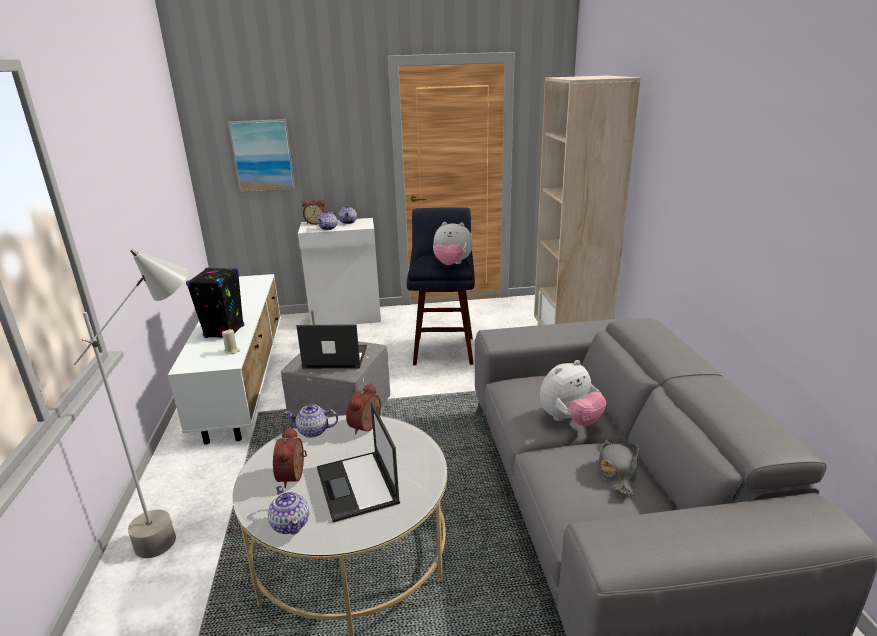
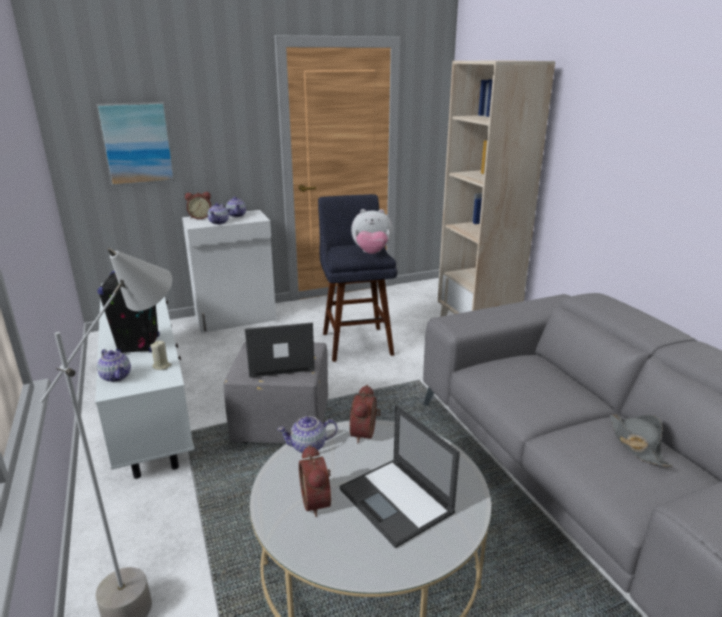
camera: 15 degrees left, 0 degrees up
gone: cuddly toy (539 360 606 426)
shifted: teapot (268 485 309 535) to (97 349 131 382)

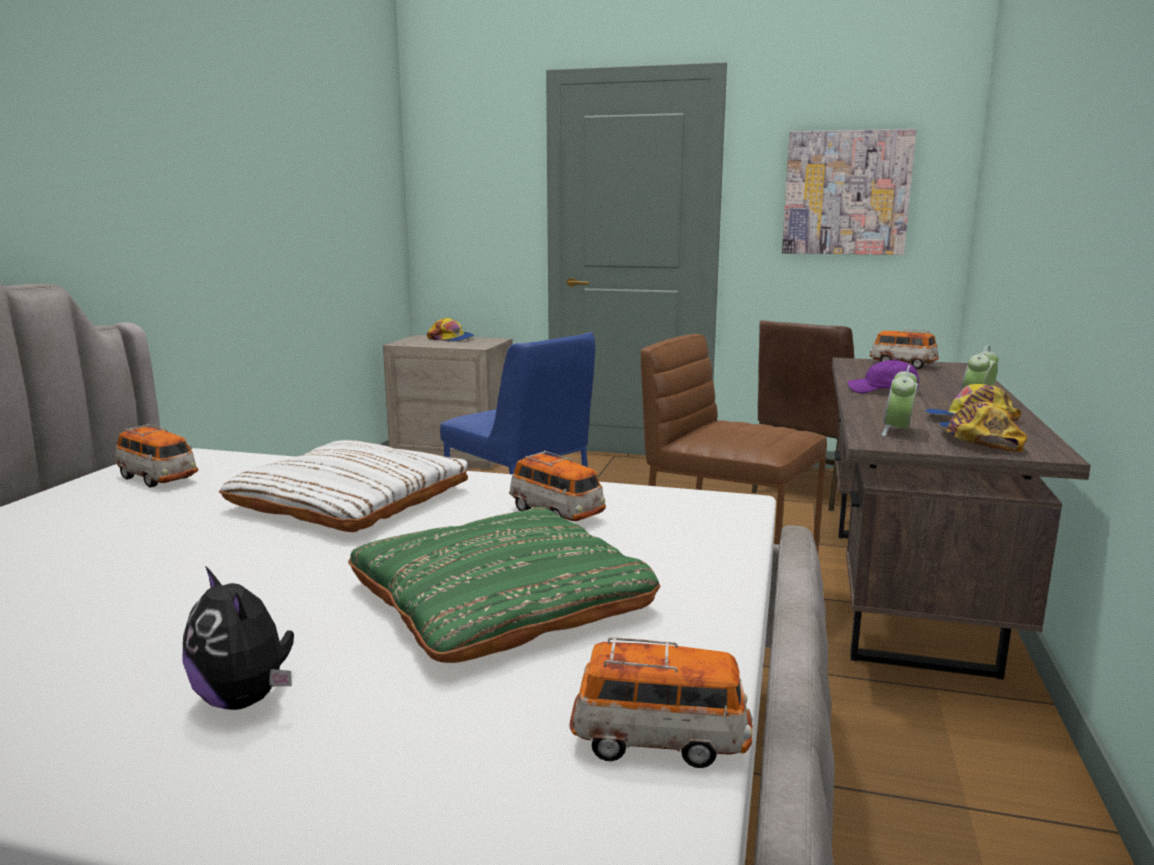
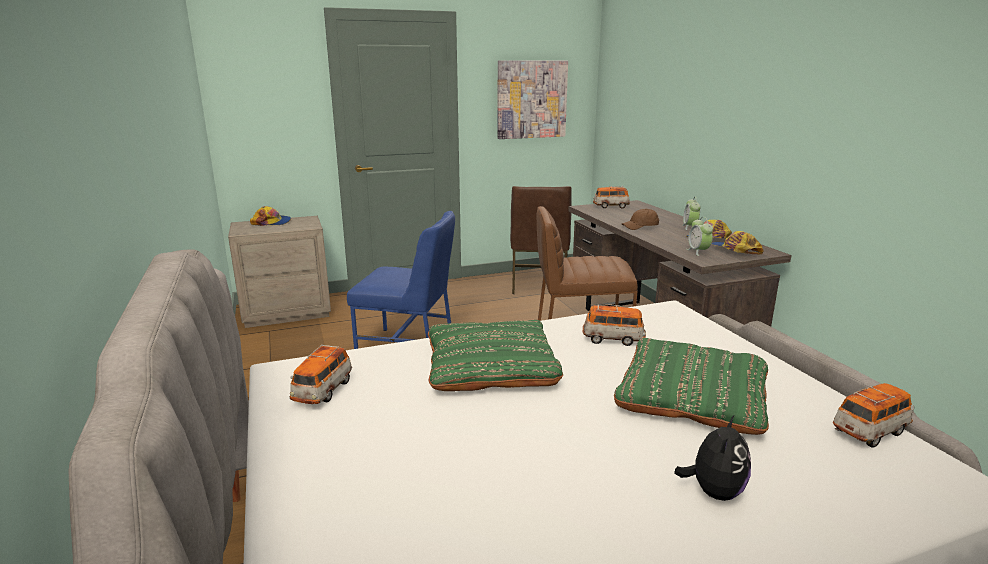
camera: 35 degrees left, 5 degrees up
repainted: throw pillow in whitish (219 440 468 532) to throw pillow in green (428 320 563 391); baseball cap in purple (848 359 919 393) to baseball cap in brown-coloured (622 208 659 230)
rotated: toy car (116 424 198 488) = (290 344 352 404) 105 degrees clockwise; cuddly toy (182 566 294 710) = (674 414 751 501) 75 degrees counterclockwise

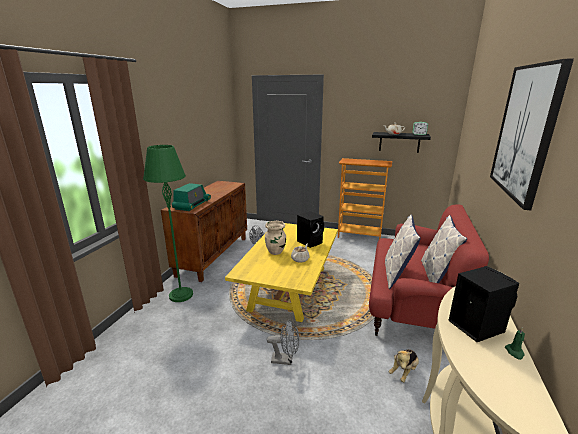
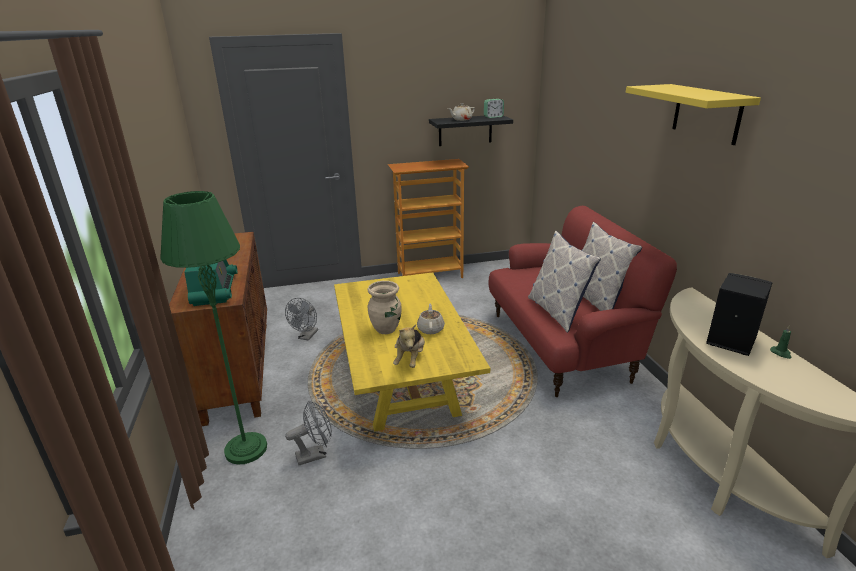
camera: 30 degrees left, 5 degrees up
gone: speaker in black-coloured (297 211 324 248)
shifted: electric fan in greyish (267 320 299 365) to (285 401 332 465); cuddly toy (389 349 419 382) to (393 324 425 368)
swapped: wall art (490 58 574 210) to wall shelf in yellowish (626 84 761 145)

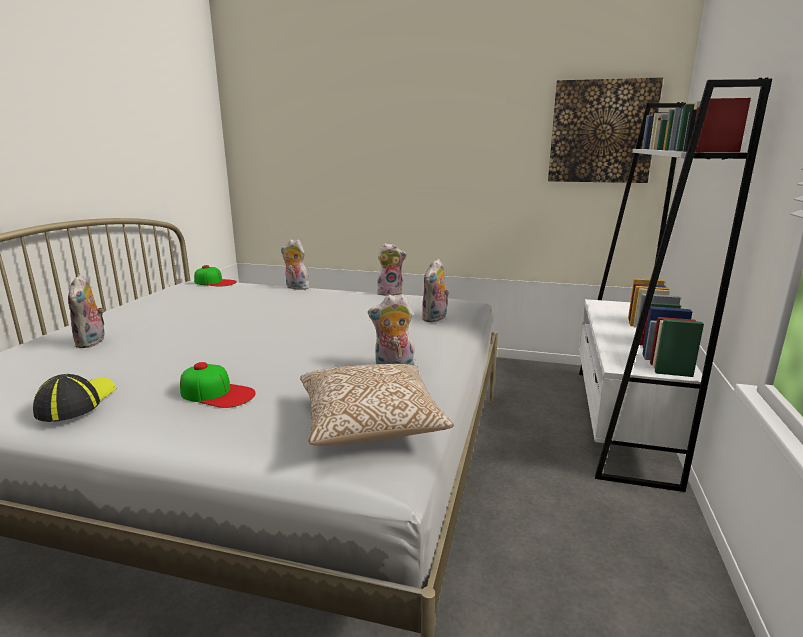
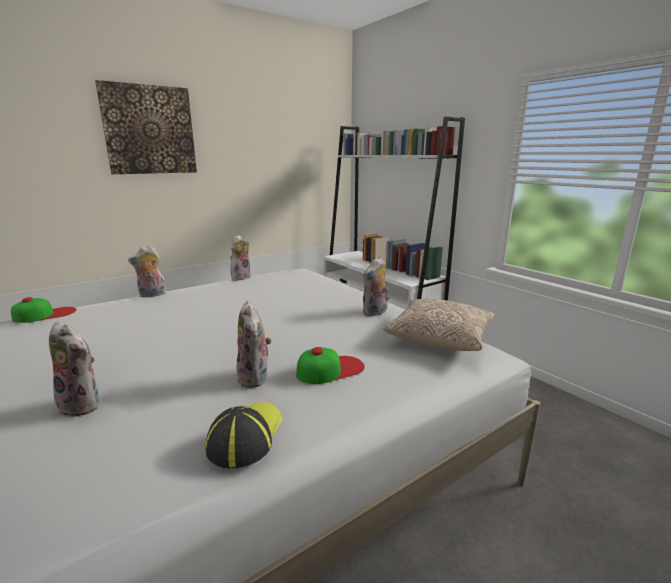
camera: 50 degrees left, 0 degrees up
shifted: wall art (548 77 663 183) to (95 80 197 174); cuddly toy (422 258 449 322) to (236 301 271 388)
rotated: baseball cap (33 374 117 422) = (206 402 283 469) 60 degrees clockwise

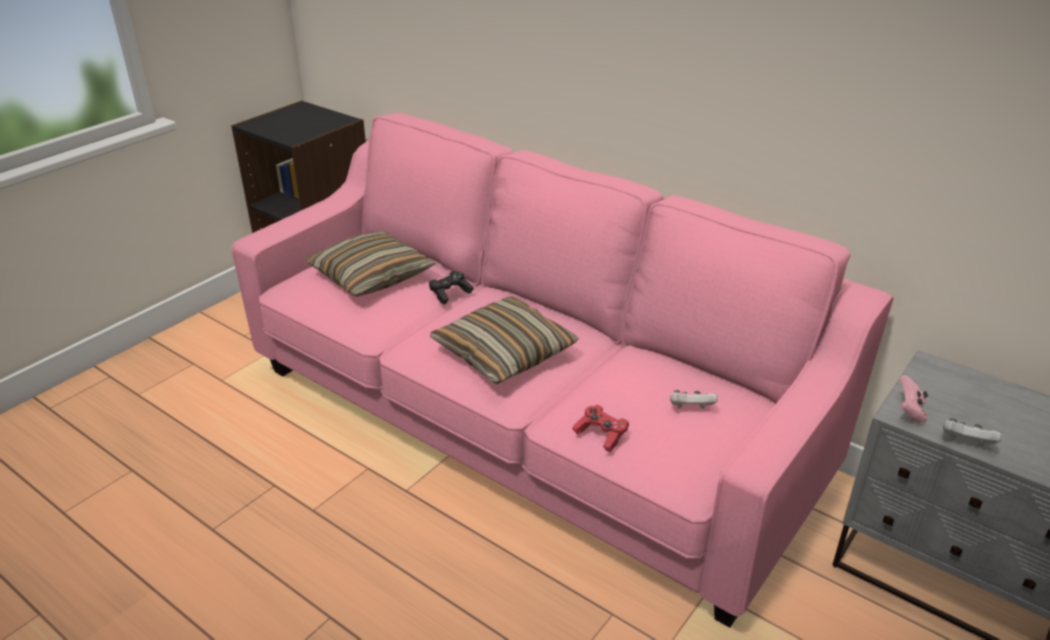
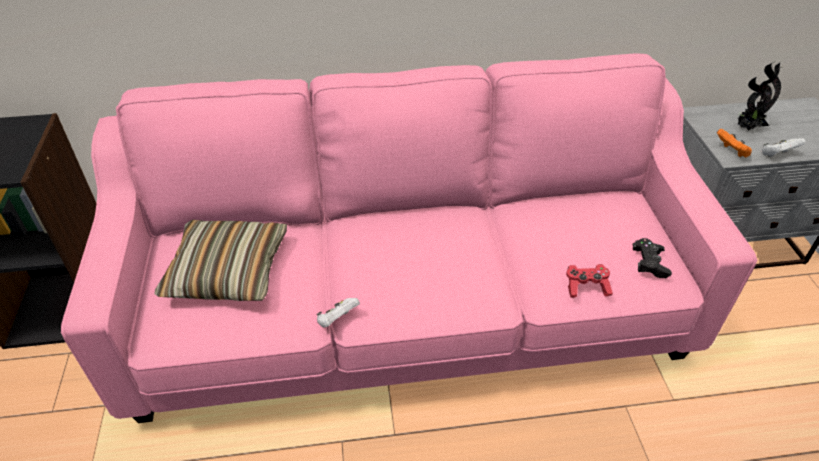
camera: 45 degrees left, 10 degrees up
gone: throw pillow (430 296 579 384)
new: potted plant (738 61 781 130)
shifted: gamepad in whitish (670 390 718 409) to (317 298 360 328); gamepad in black-coloured (429 271 474 304) to (632 238 672 278)
repainted: gamepad in pinkish (900 375 928 424) to gamepad in orange (717 129 752 157)

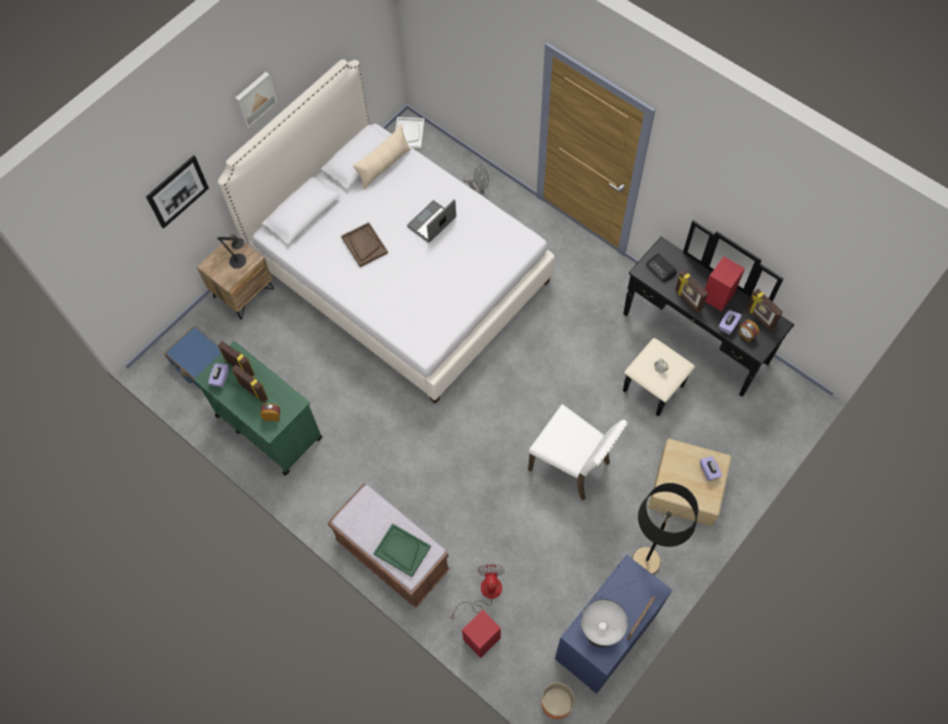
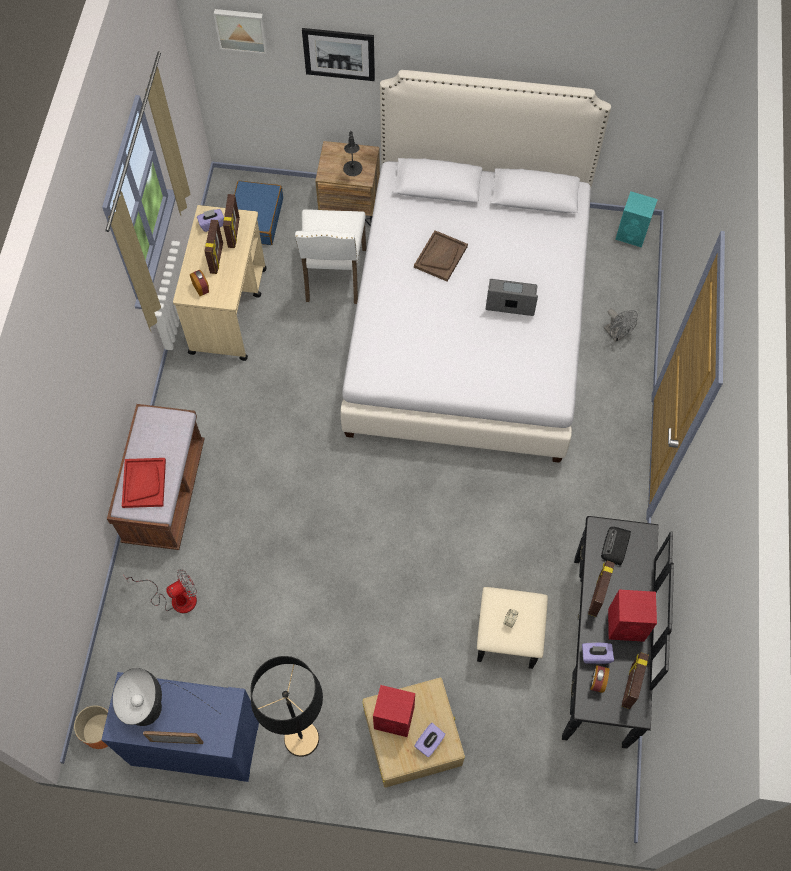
camera: 55 degrees right, 0 degrees up
gone: throw pillow in beige (353 125 411 190)
shifted: wall art (235 72 277 128) to (213 9 268 54); chair in whitish (528 404 628 501) to (295 209 366 304); speaker in red-coloured (462 610 501 658) to (373 685 415 737)
swapped: carrying tray in whitish (395 117 425 149) to speaker in blue-green (615 191 658 247)
repainted: carrying tray in green (373 523 431 577) to carrying tray in red-coloured (122 458 166 508); trolley in green (194 341 323 475) to trolley in beige (173 205 267 361)

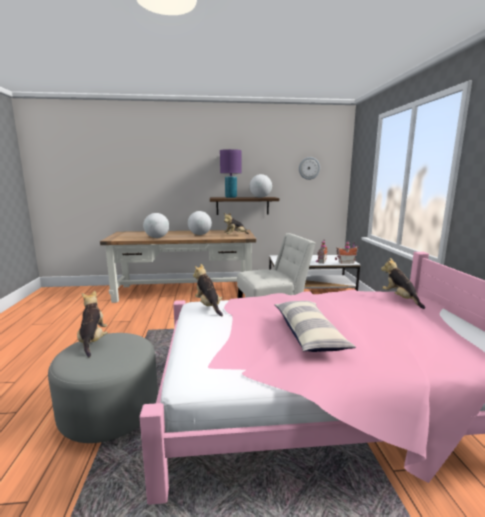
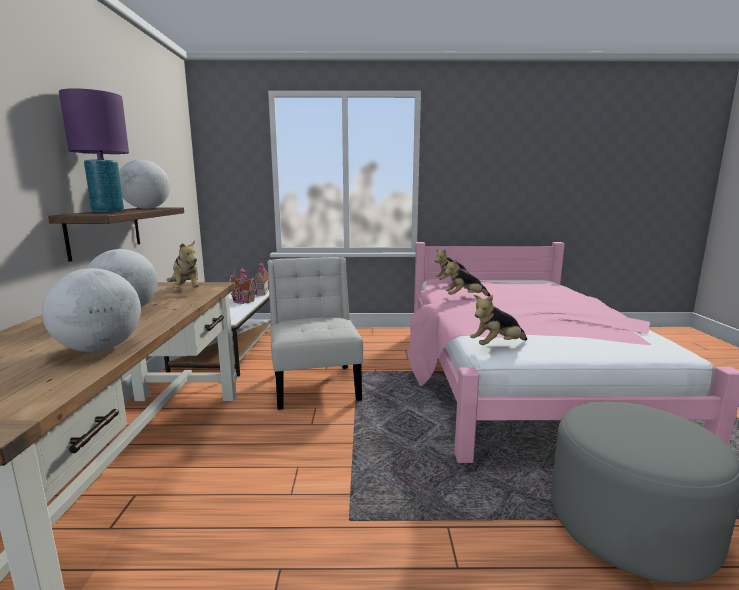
camera: 85 degrees left, 0 degrees up
gone: throw pillow (275 301 356 352); wall clock (299 157 320 180)
shifted: cuddly toy (77 291 108 357) to (444 259 491 296)

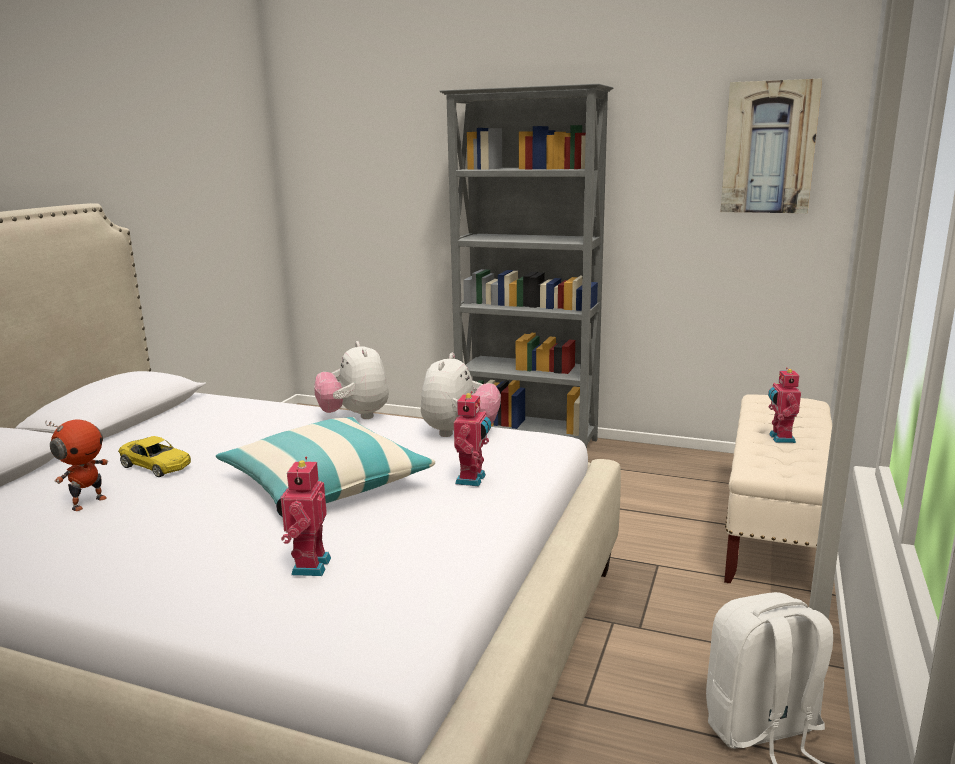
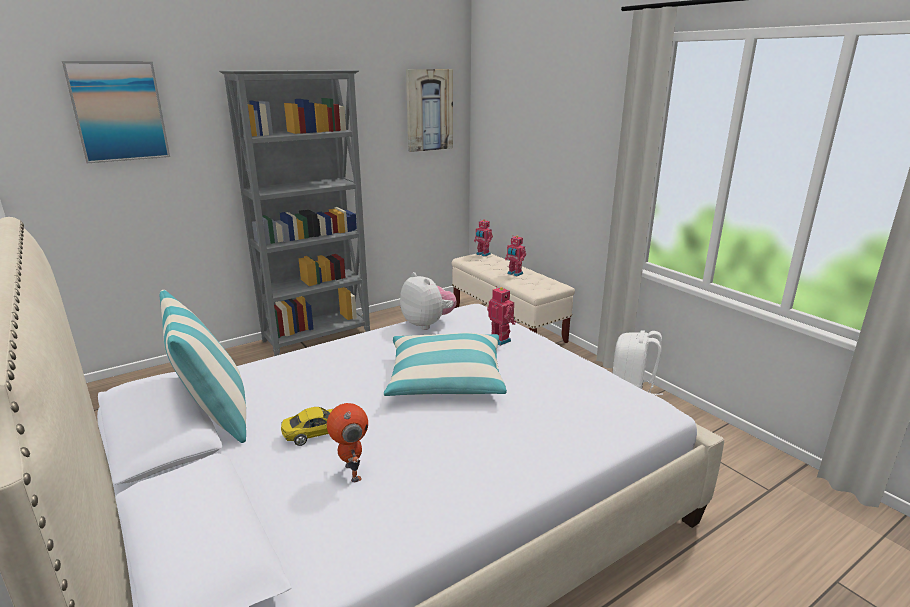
camera: 55 degrees left, 5 degrees up
gone: cuddly toy (315 341 389 419)
new: wall art (62 61 170 163); throw pillow (160 290 246 443)
shifted: model robot (276 457 331 576) to (474 219 493 257)

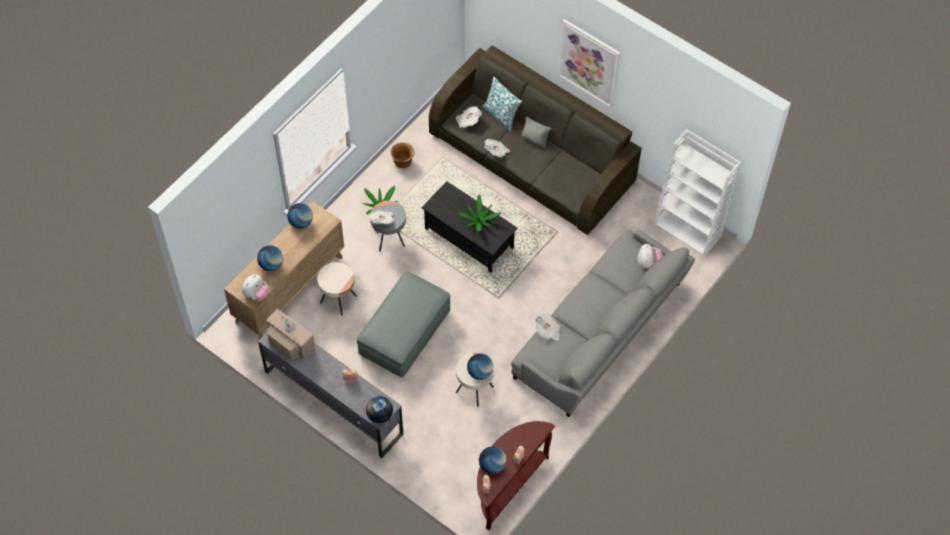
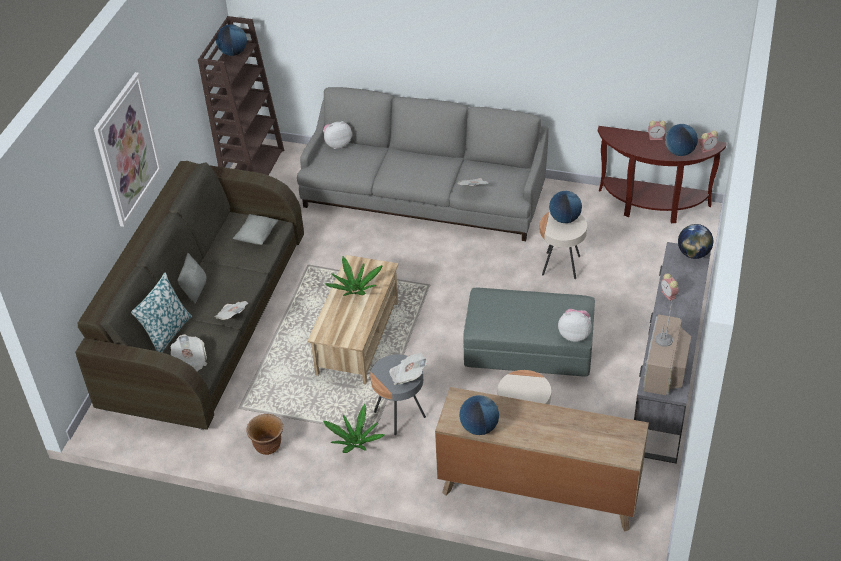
camera: 110 degrees left, 15 degrees down
new: throw pillow in greyish (233 214 278 245)
shifted: desk globe (257 245 283 271) to (216 24 247 56); cuddly toy (242 274 270 301) to (558 309 592 342)
repainted: shelving unit in whitish (653 129 741 257) to shelving unit in brown-coloured (198 16 284 176); low table in black-coloured (421 181 518 273) to low table in beige (308 255 398 384)

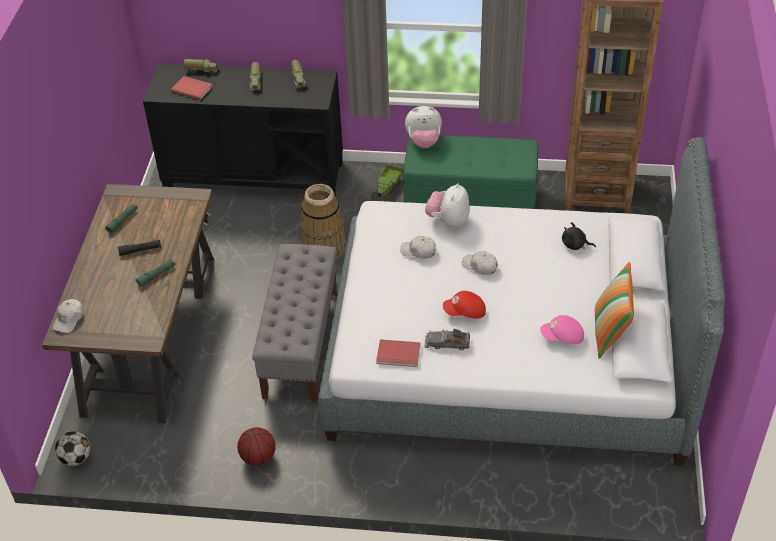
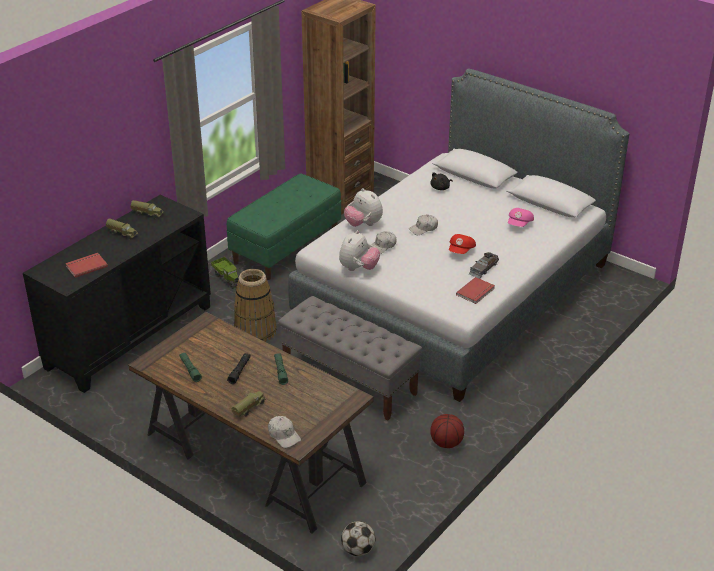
camera: 60 degrees left, 10 degrees down
gone: throw pillow (595 262 634 359)
shifted: toy lorry (184 59 219 74) to (231 391 266 417); cuddly toy (405 106 442 148) to (339 230 380 271)

